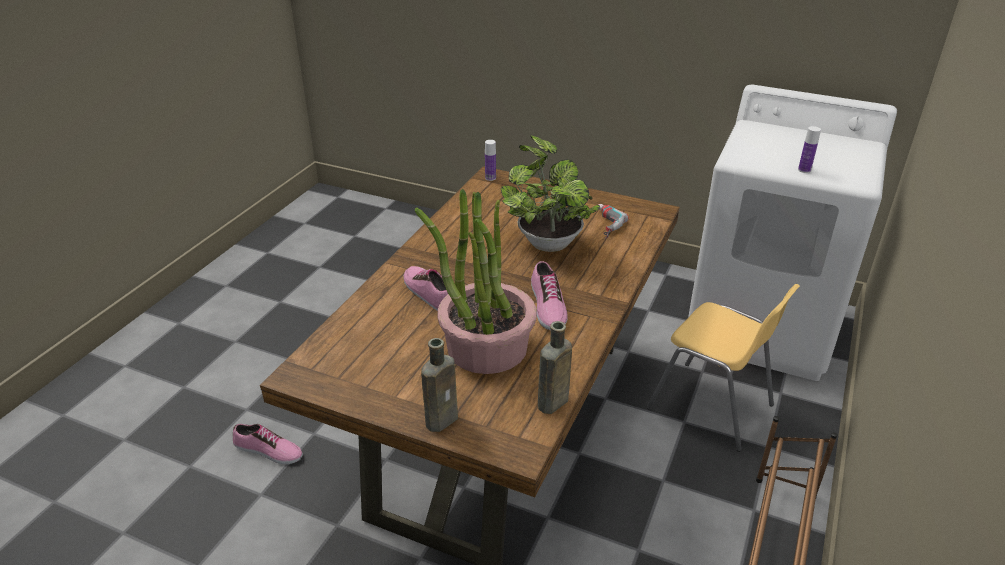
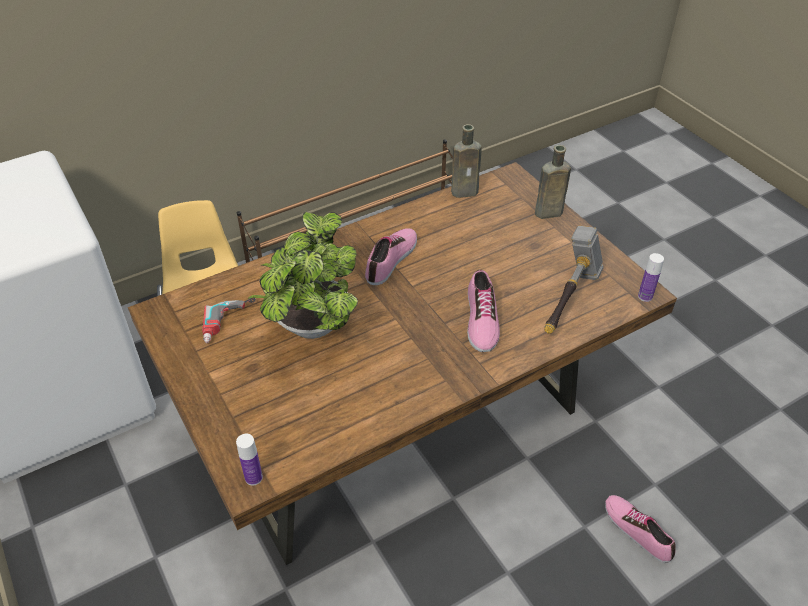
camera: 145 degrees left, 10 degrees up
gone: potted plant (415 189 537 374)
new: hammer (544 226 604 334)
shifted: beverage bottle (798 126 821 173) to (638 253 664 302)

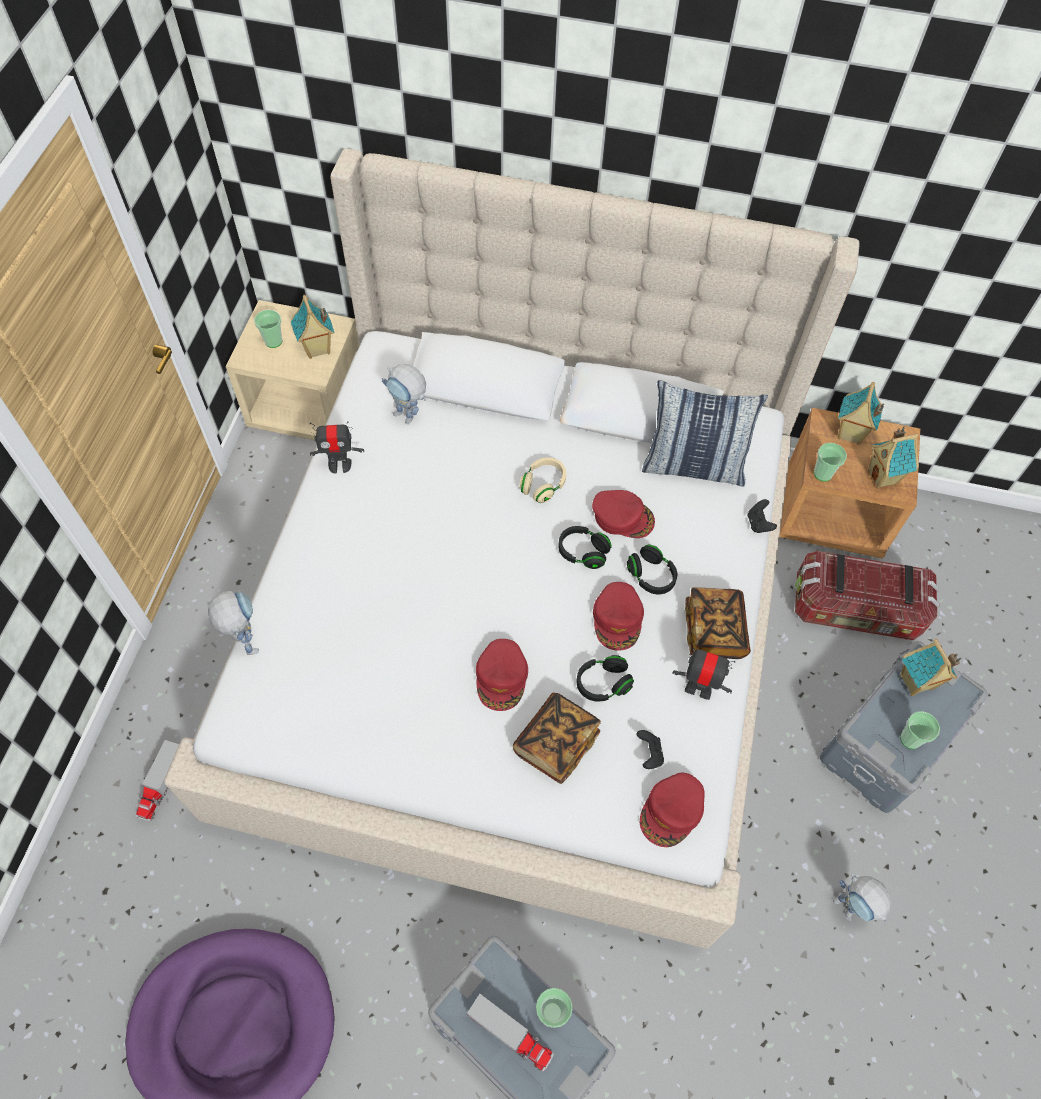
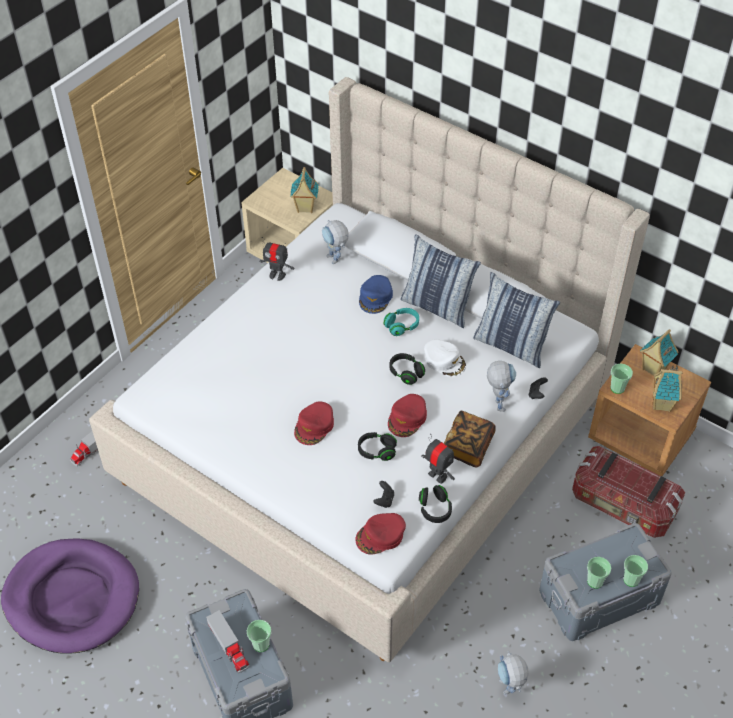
camera: 25 degrees right, 10 degrees down
gone: bound book (513 693 601 784); model house (900 639 961 696)
new: baseball cap in bluish (359 275 393 314); throw pillow (401 234 481 328)
shifted: pair of headphones in black-coloured (627 545 677 594) to (419 485 452 523); model robot (208 591 259 655) to (487 361 516 412); small cup (254 310 282 348) to (623 555 648 587)
repainted: pair of headphones in beige (519 457 566 503) to pair of headphones in blue-green (384 308 419 336); baseball cap in red-coloured (592 490 655 538) to baseball cap in whitish (424 339 466 377)

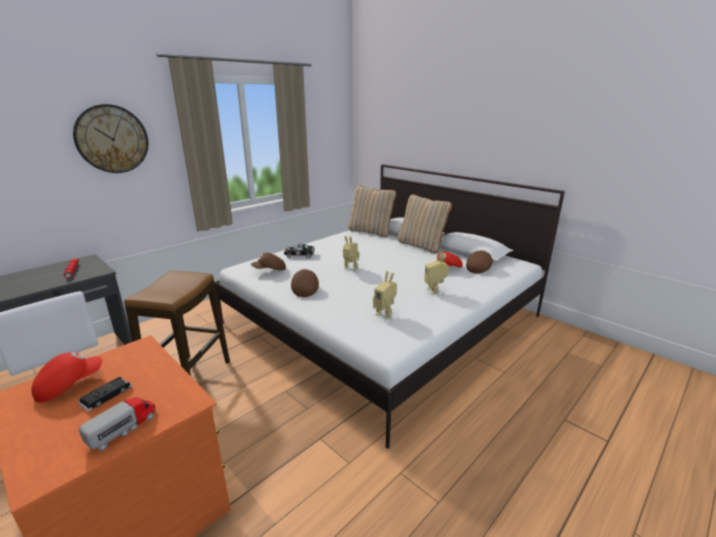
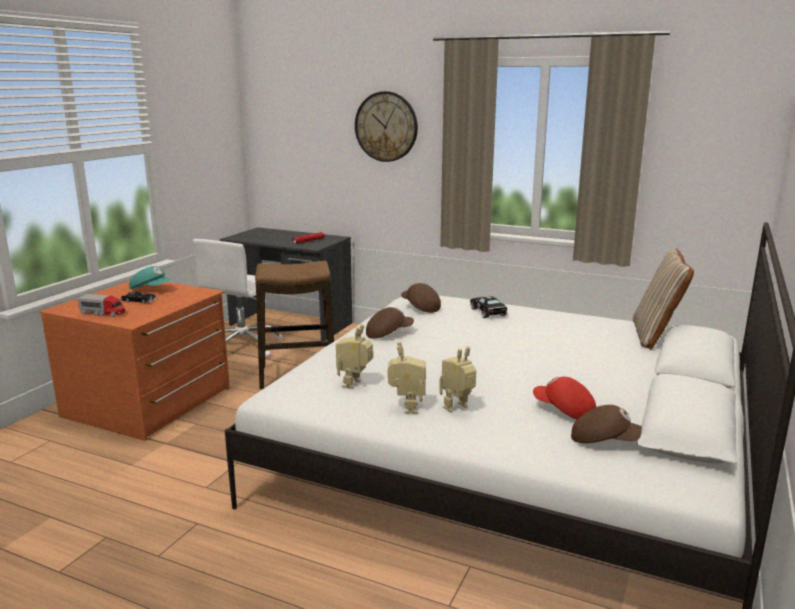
camera: 70 degrees right, 5 degrees down
gone: throw pillow in beige (398 194 452 253)
shifted: model robot (343 236 359 270) to (388 342 426 413)
repainted: baseball cap in red-coloured (31 352 102 403) to baseball cap in blue-green (129 266 172 289)

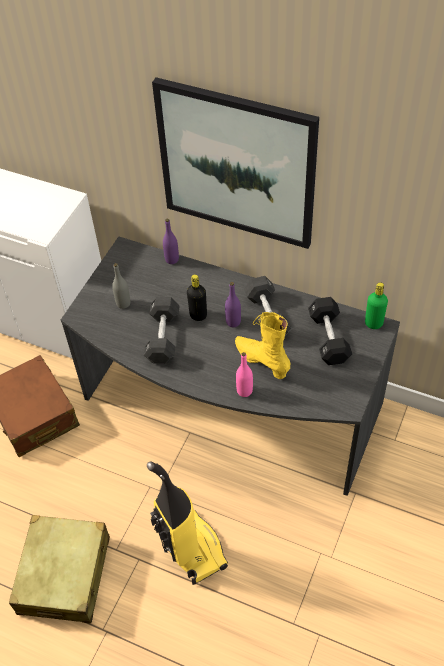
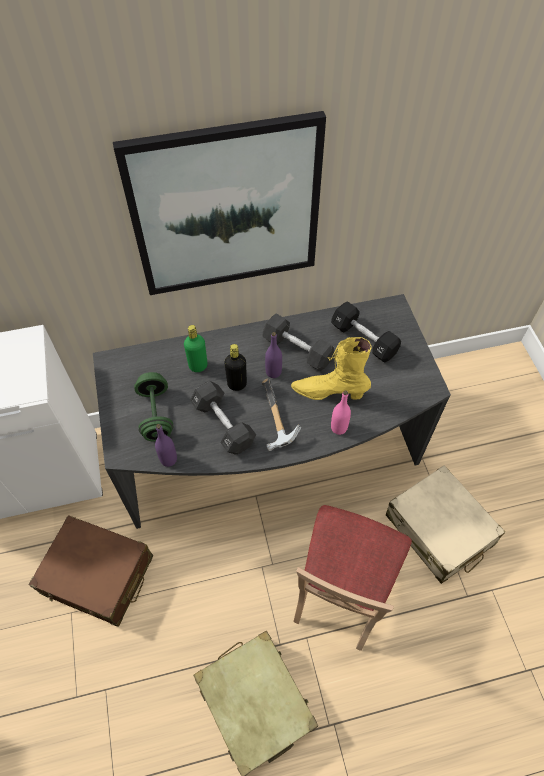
camera: 40 degrees left, 5 degrees up
new: hammer (262 379 301 451); travel case in beige (386 465 505 584)
shifted: beverage bottle in purple (163 219 179 264) to (155 424 177 467); beverage bottle in green (365 282 388 329) to (184 325 208 372)
swapped: beverage bottle in greyish (112 263 130 309) to dumbbell in green (134 372 173 442); hoover (147 462 228 585) to chair in beige (293 505 412 651)

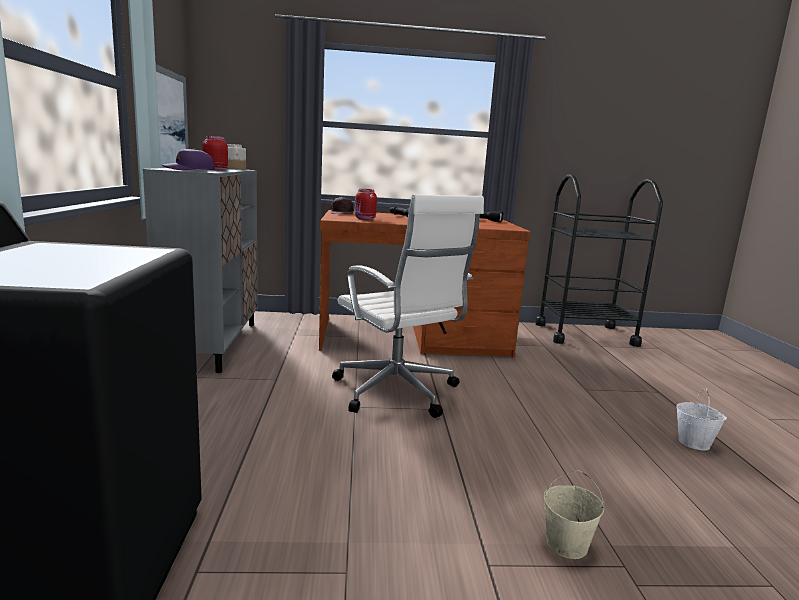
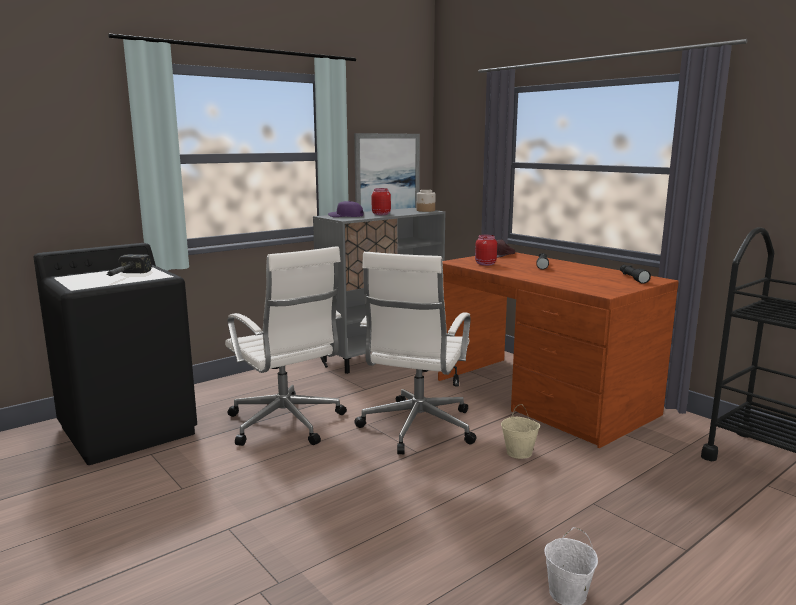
camera: 55 degrees right, 0 degrees up
new: hammer (106 254 152 276); desk chair in whitish (225 246 347 446)
shifted: bucket in beige (544 470 605 559) to (501 404 540 459)

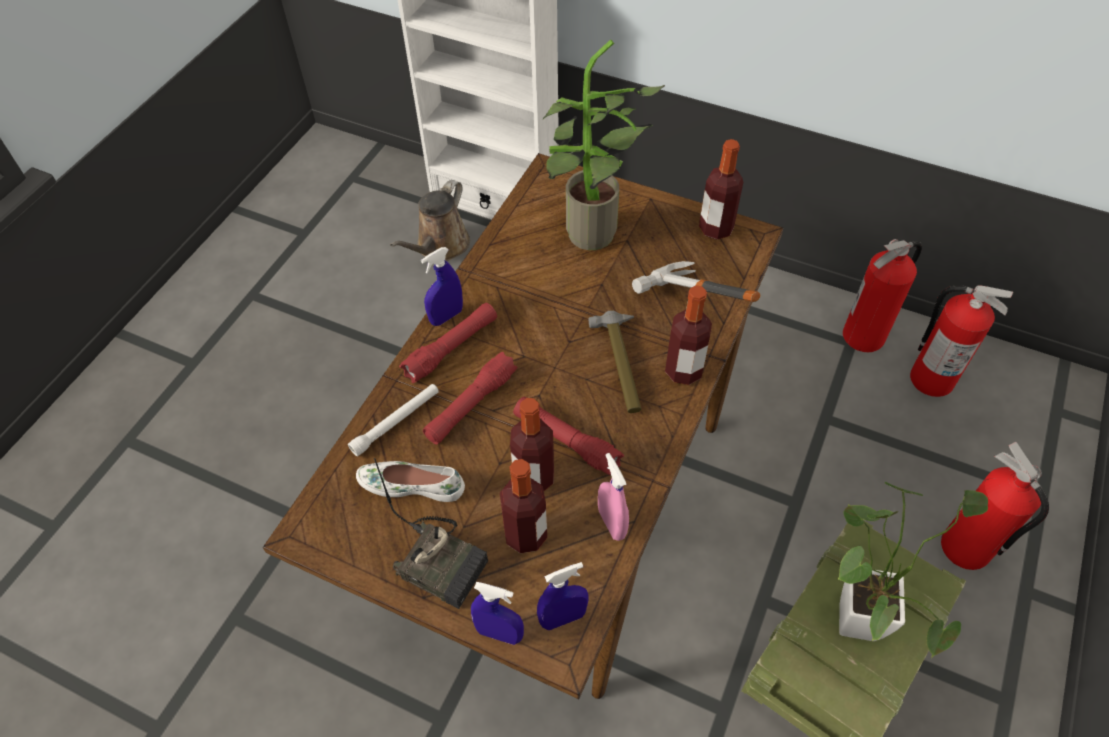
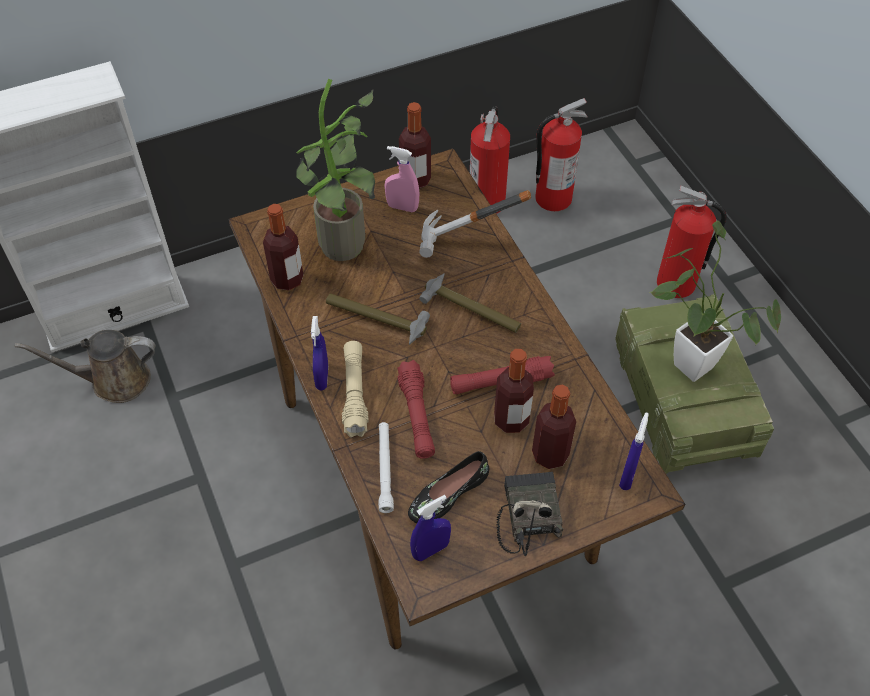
camera: 50 degrees left, 0 degrees up
new: hammer (326 293 430 345)
shifted: beverage bottle (665 285 712 385) to (263 204 303 290); sprayer in pinkish (598 453 629 541) to (384 146 419 212); sprayer in bluish (471 582 524 645) to (410 495 451 561)
repainted: flashlight in red-coloured (399 303 497 383) to flashlight in beige (342 341 369 438); low shoe in whitish (356 461 465 502) to low shoe in black-coloured (408 451 489 523)
rotated: watering can in brown-coloured (390 180 470 261) = (15 330 155 403) 105 degrees clockwise; radio (374 458 488 609) = (496 472 563 556) 75 degrees counterclockwise

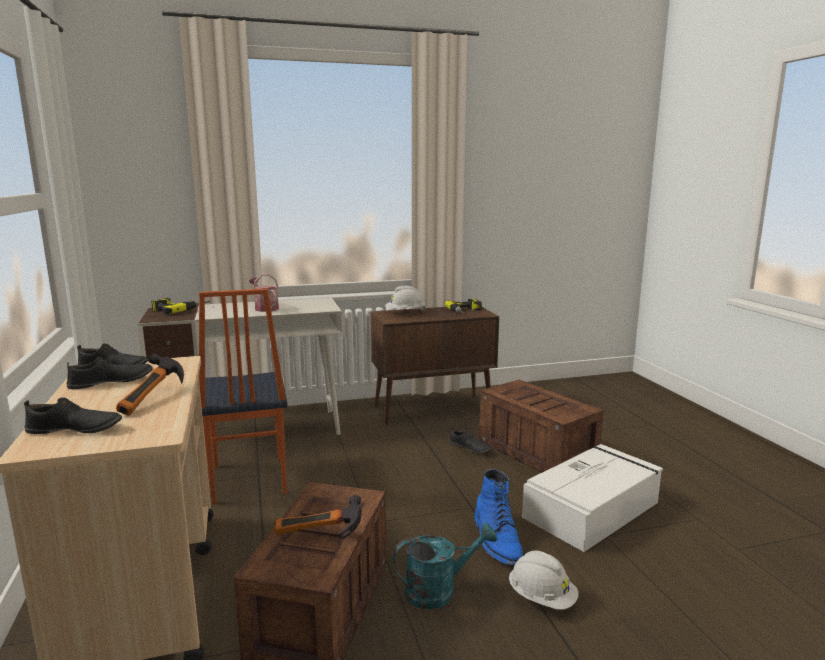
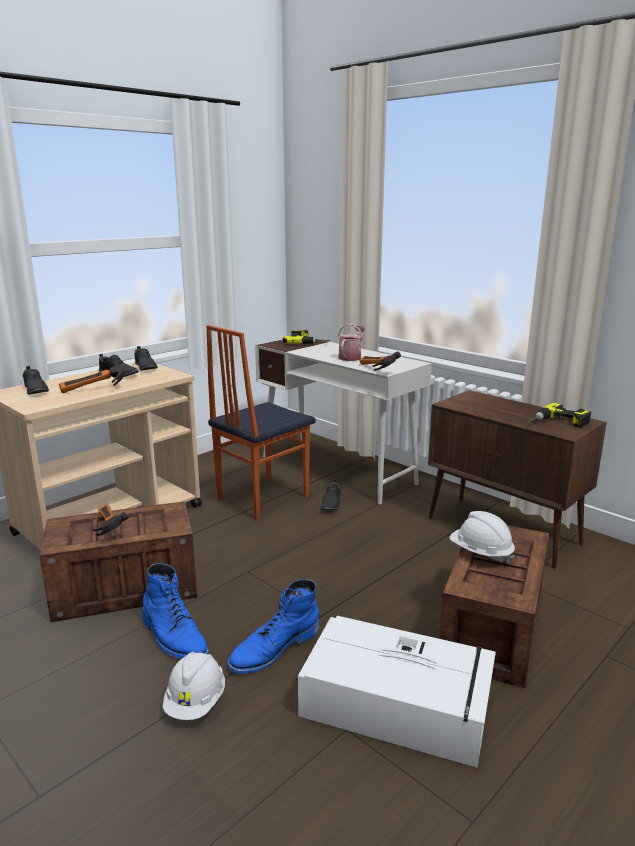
camera: 60 degrees right, 5 degrees up
new: hammer (359 351 401 371)
shifted: low shoe in black-coloured (449 427 492 454) to (321 480 342 510); work helmet in whitish (385 286 425 312) to (450 511 515 564)
swapped: watering can in blue-green (393 523 497 609) to boot in bluish (142 563 209 659)

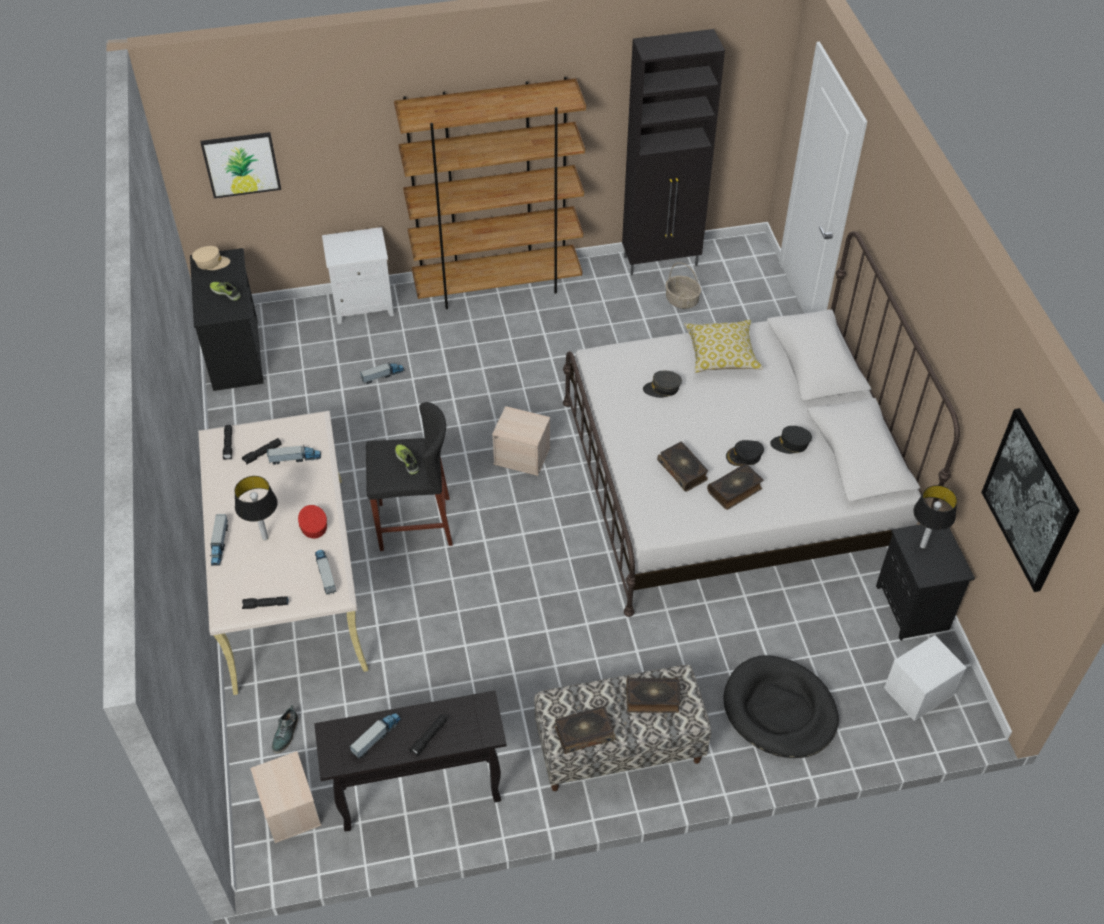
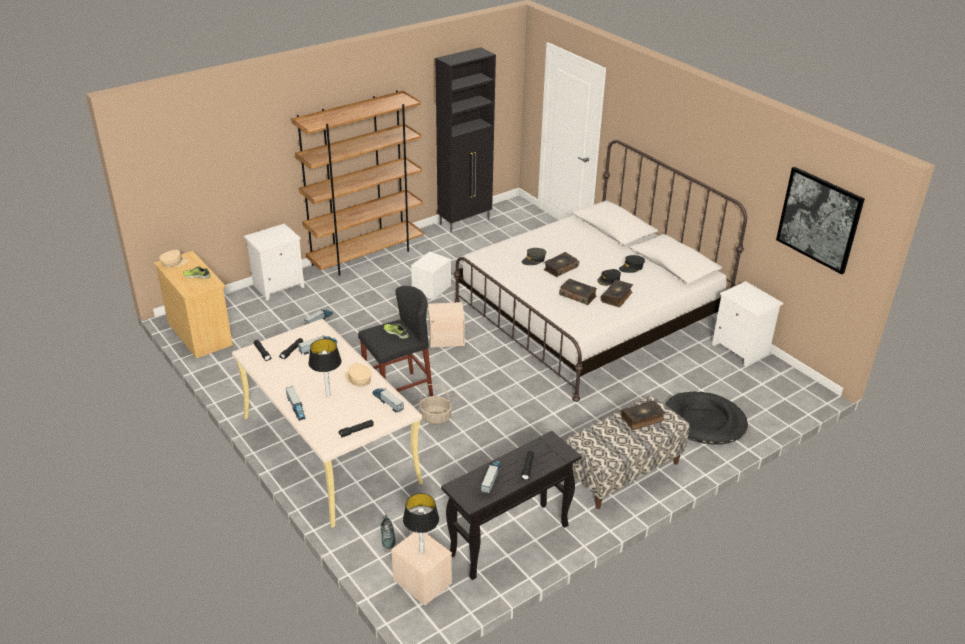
camera: 25 degrees left, 15 degrees down
gone: wall art (200 132 281 198); throw pillow (685 320 763 373)
shifted: table lamp (913 485 957 549) to (403 493 439 554); storage box in whitish (884 635 967 721) to (411 252 451 300); basket (666 262 701 309) to (419 384 452 425); bound book (555 706 616 754) to (543 252 579 277)
repainted: chest of drawers in black-coloured (190 248 264 391) to chest of drawers in beige (154 251 233 359); baseball cap in red-coloured (298 505 327 539) to baseball cap in beige (345 363 372 387); nightstand in black-coloured (876 524 975 641) to nightstand in whitish (712 281 783 367)

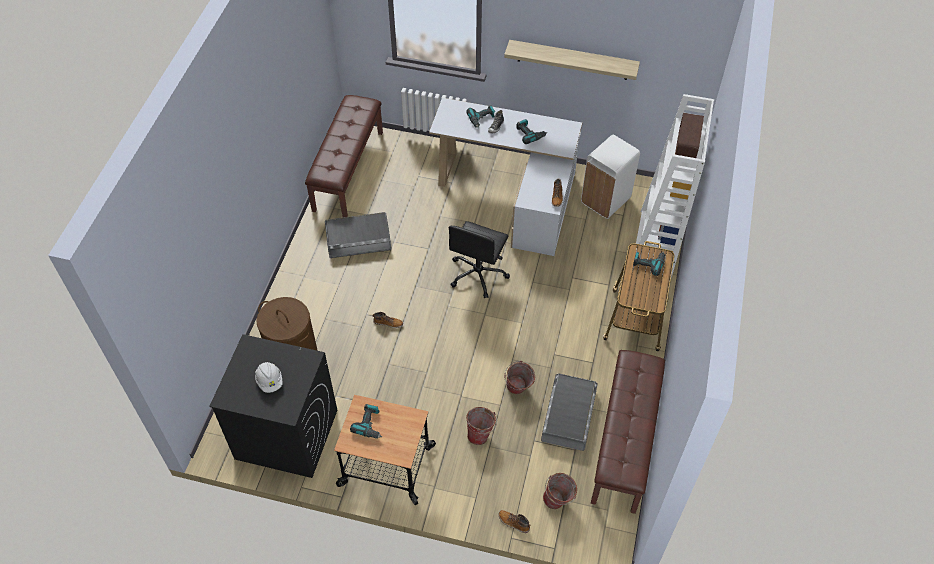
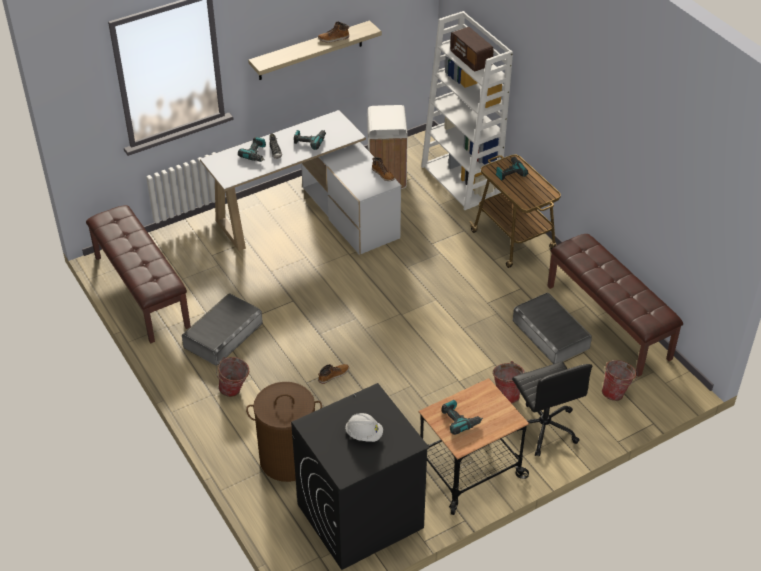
camera: 45 degrees left, 10 degrees down
shifted: bucket (504 361 535 394) to (216 357 249 397); boot (499 510 531 533) to (318 22 349 43); desk chair in black-coloured (449 221 510 298) to (512 362 592 456)

